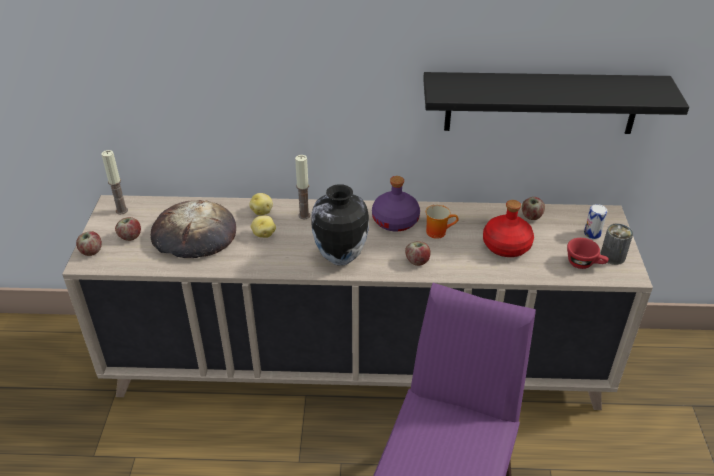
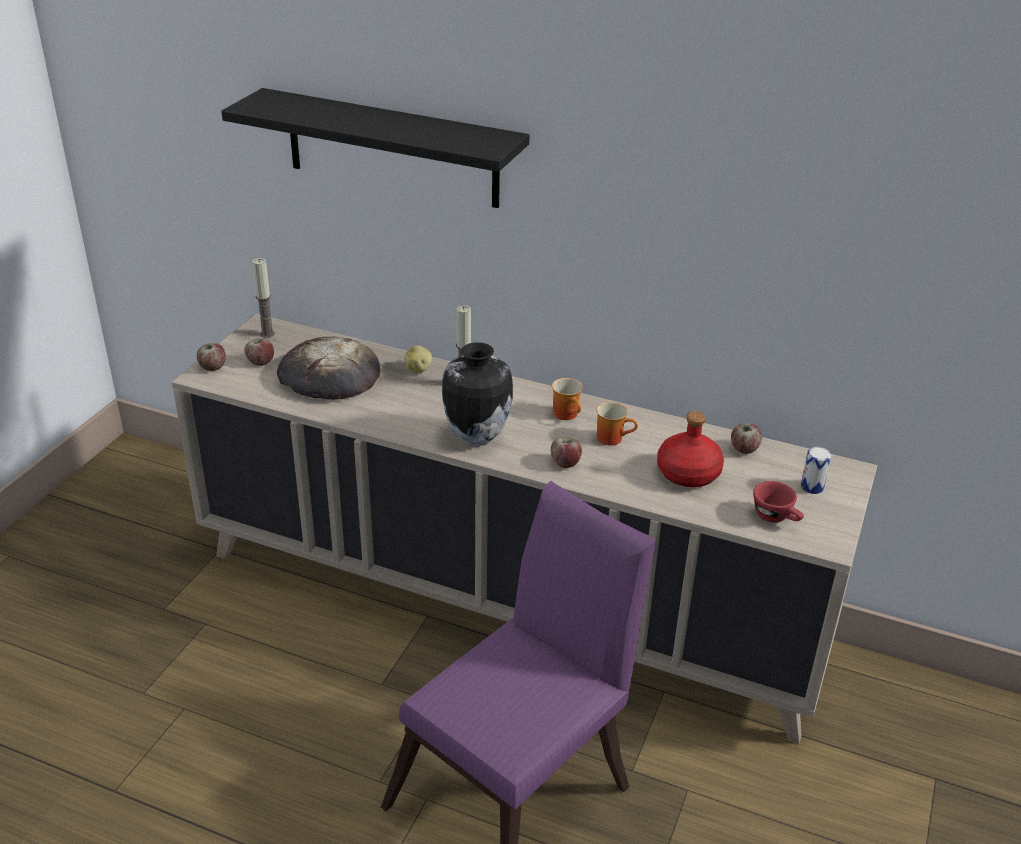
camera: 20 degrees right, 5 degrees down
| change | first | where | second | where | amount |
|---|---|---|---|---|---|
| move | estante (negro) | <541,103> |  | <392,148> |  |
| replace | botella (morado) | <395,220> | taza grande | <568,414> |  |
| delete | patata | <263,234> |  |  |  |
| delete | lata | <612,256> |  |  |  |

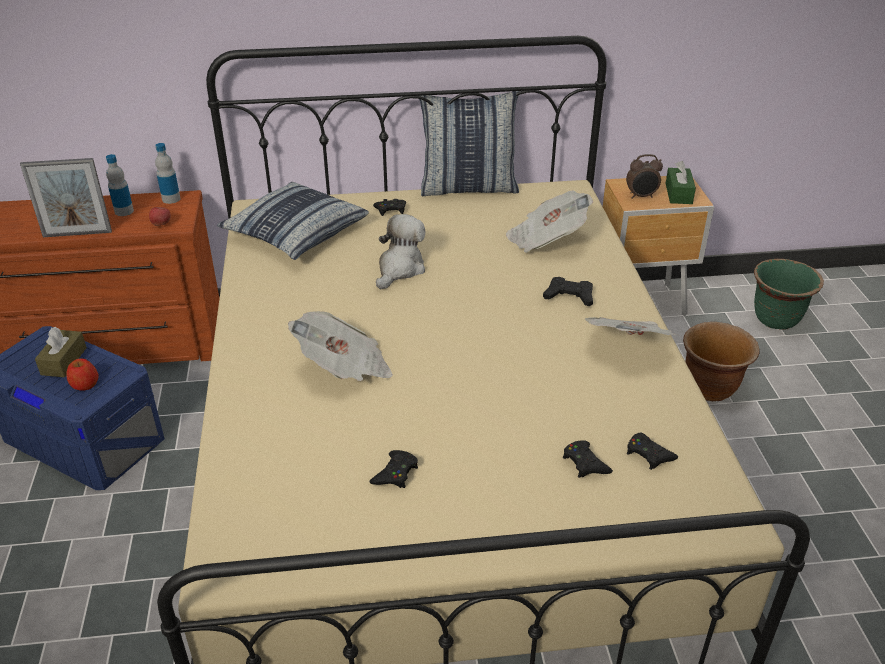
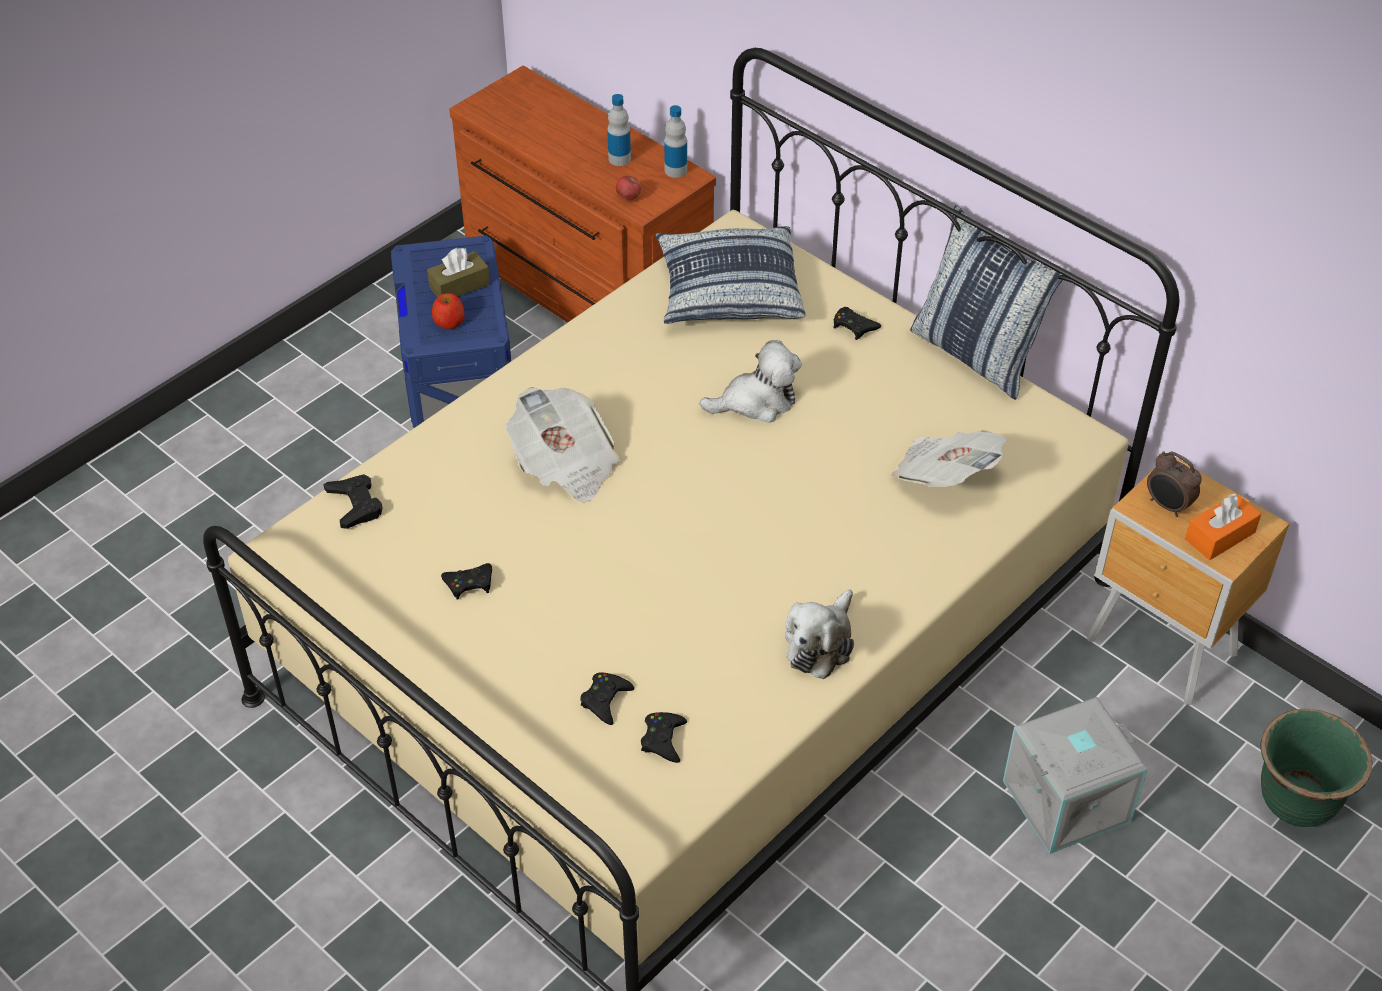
camera: 50 degrees right, 10 degrees up
| change | first | where | second | where | amount |
|---|---|---|---|---|---|
| delete | portarretratos | <77,234> |  |  |  |
| recolor | caja de pañuelos (verde) | <678,193> | caja de pañuelos (naranja) | <1220,536> |  |
| move | mando de consola (negro) | <569,296> |  | <355,505> |  |
| replace | periódico | <629,345> | peluche | <820,643> |  |
| replace | maceta (marrón) | <710,388> | caja de almacenaje (gris) | <1066,799> |  |

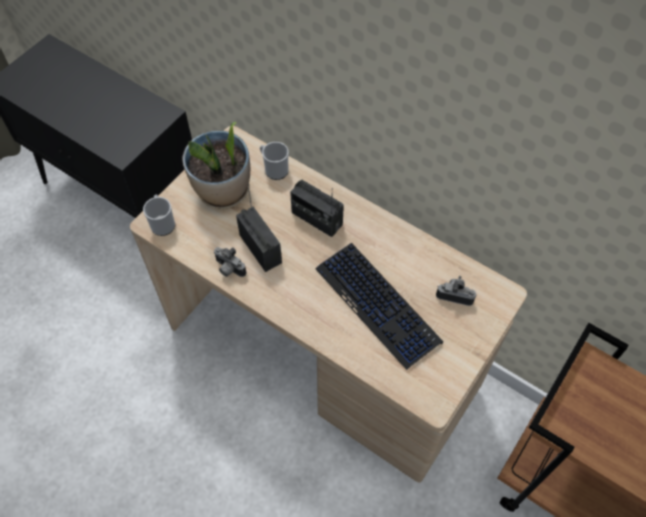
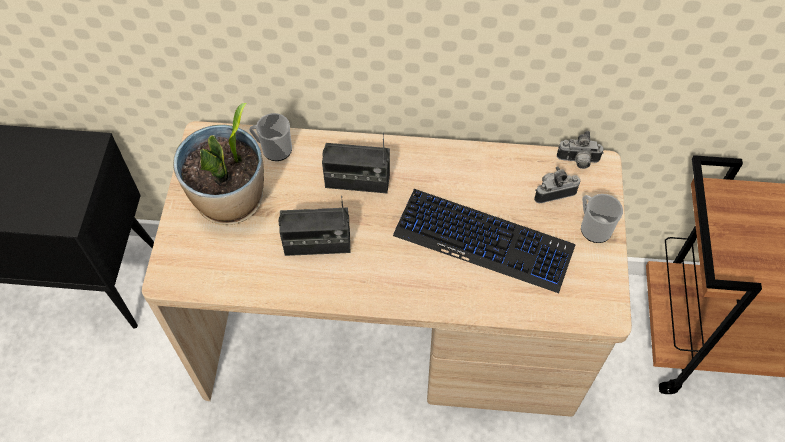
camera: 30 degrees left, 0 degrees up
| change | first | where | second | where | amount |
|---|---|---|---|---|---|
| rotate | radio | <260,248> |  | <317,244> | 150 degrees clockwise |
| move | taza grande | <162,223> |  | <593,227> |  |
| move | cámara | <228,269> |  | <578,162> |  |

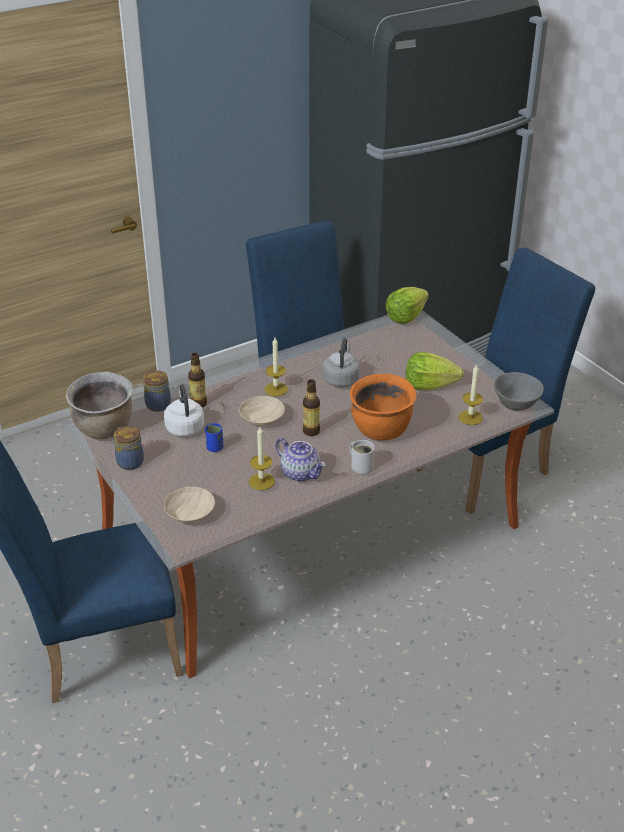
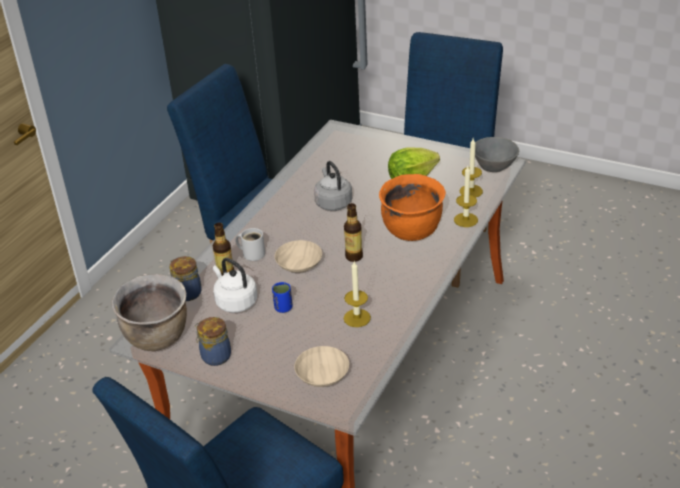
camera: 30 degrees left, 0 degrees up
| change | first | where | second | where | amount |
|---|---|---|---|---|---|
| delete | lechuga | <406,317> |  |  |  |
| move | vela | <276,389> |  | <465,220> |  |
| delete | tetera | <301,473> |  |  |  |
| move | taza grande (blanco) | <361,465> |  | <252,253> |  |

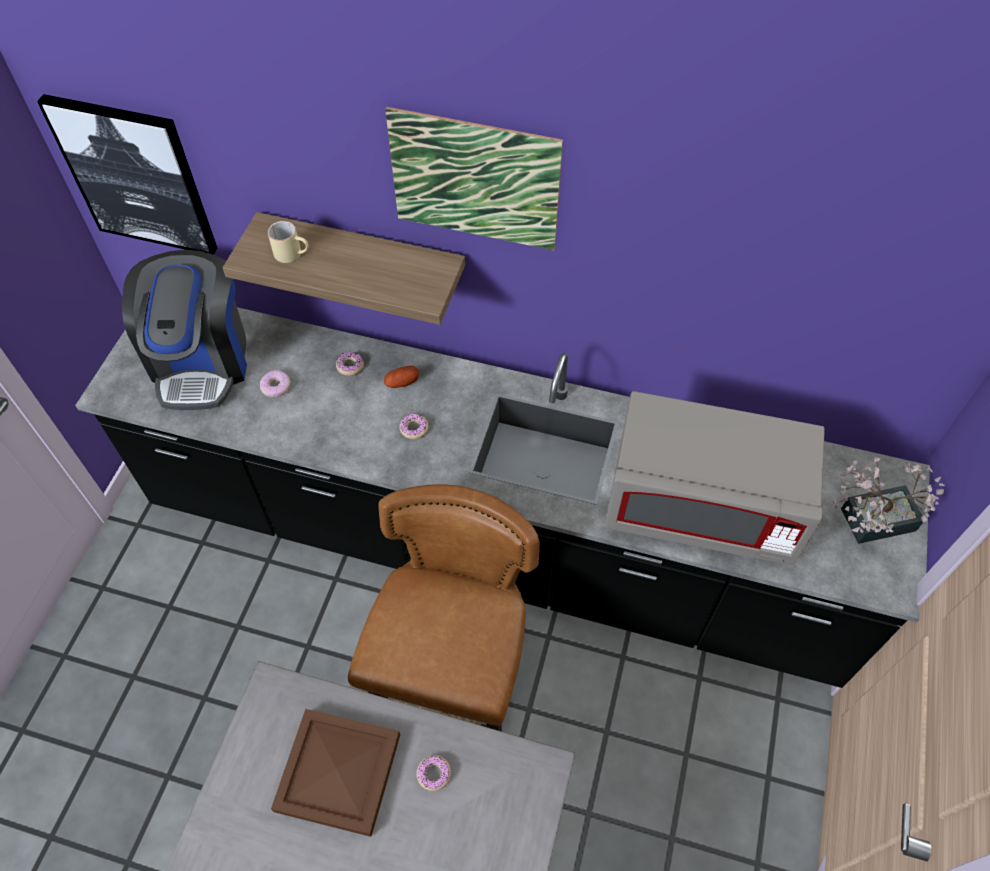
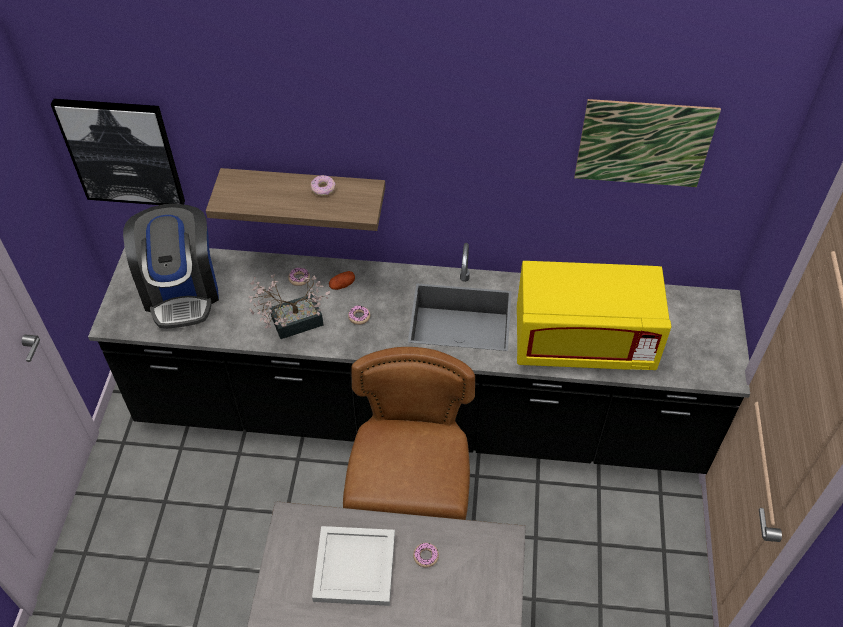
camera: 10 degrees left, 5 degrees down
| change | first | where | second | where | amount |
|---|---|---|---|---|---|
| move | cuadro | <475,180> |  | <644,143> |  |
| delete | taza grande (beis) | <293,253> |  |  |  |
| move | rosquilla | <276,387> |  | <323,189> |  |
| recolor | microondas (gris) | <701,508> | microondas (amarillo) | <584,342> |  |
| move | planta en maceta | <869,520> |  | <291,323> |  |
| recolor | bandeja (marrón) | <340,771> | bandeja (blanco) | <356,566> |  |

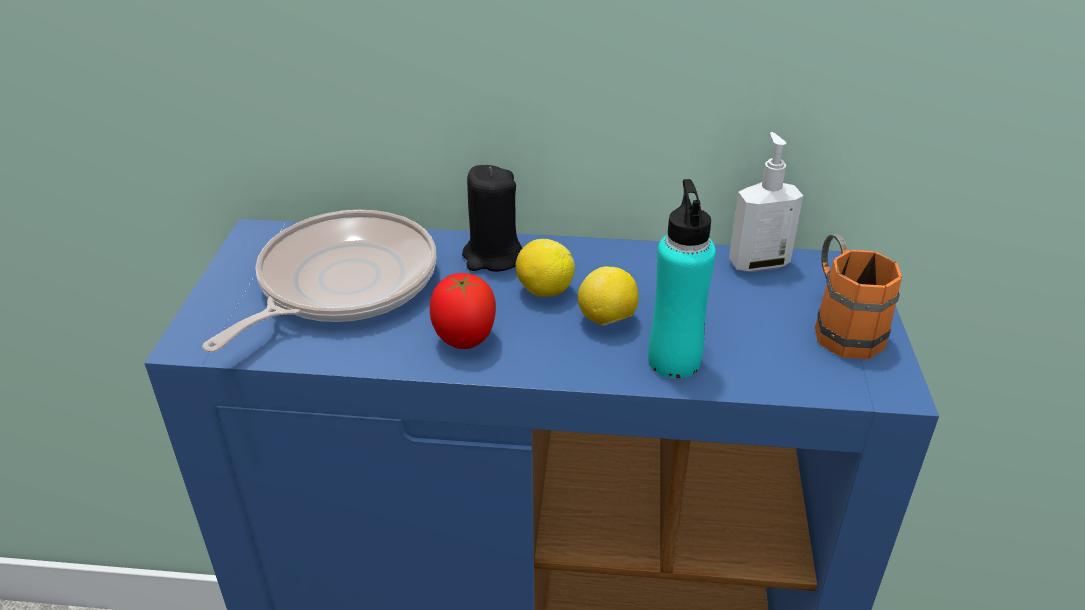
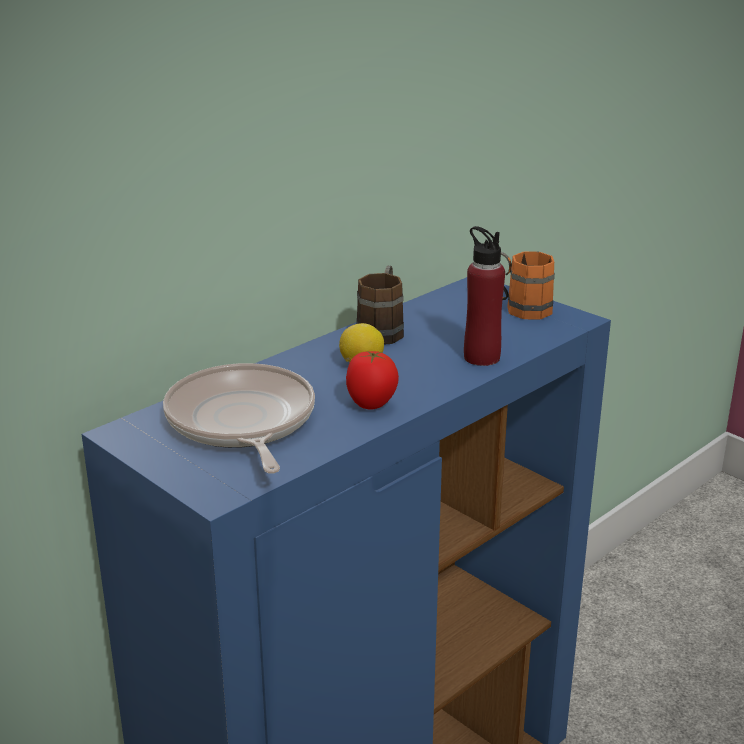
camera: 50 degrees left, 10 degrees down
| change | first | where | second | where | amount |
|---|---|---|---|---|---|
| delete | dispensador de jabón | <758,263> |  |  |  |
| delete | vela (negro) | <493,257> |  |  |  |
| recolor | botella (turquesa) | <674,361> | botella (rojo) | <481,357> |  |
| delete | limón | <607,320> |  |  |  |
| insert |  |  | taza grande (marrón) | <382,329> |  |

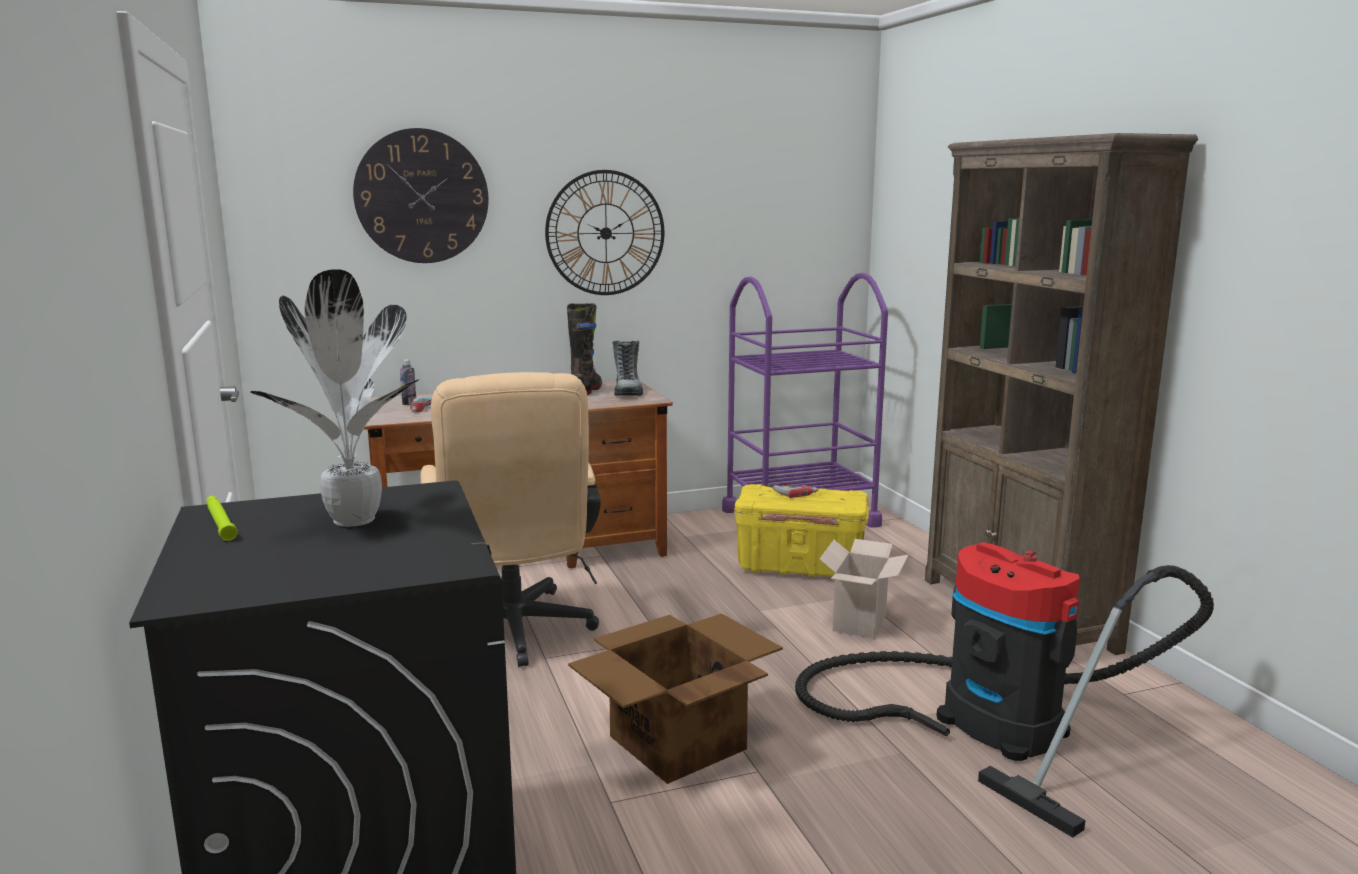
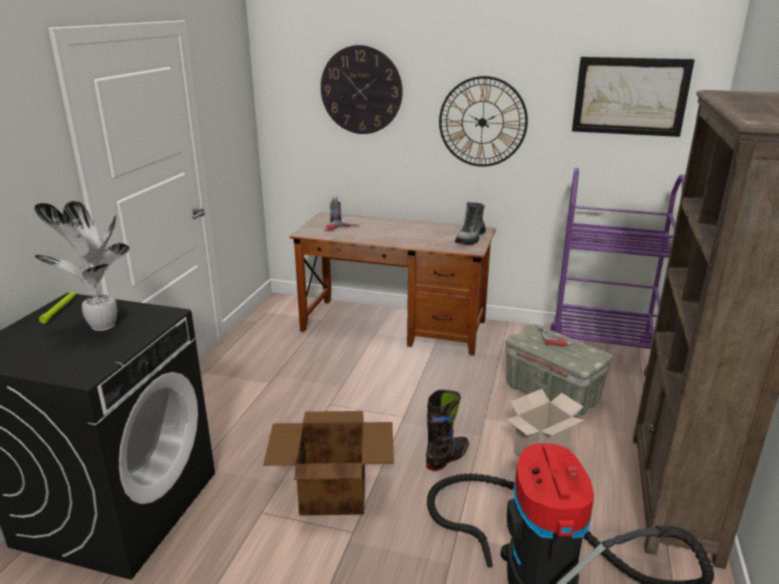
camera: 35 degrees right, 10 degrees up
| change | first | where | second | where | amount |
|---|---|---|---|---|---|
| move | bota (negro) | <587,390> |  | <447,458> |  |
| delete | silla de oficina (beis) | <514,635> |  |  |  |
| recolor | caja de almacenaje (amarillo) | <800,567> | caja de almacenaje (gris) | <552,394> |  |
| insert |  |  | cuadro | <630,96> |  |

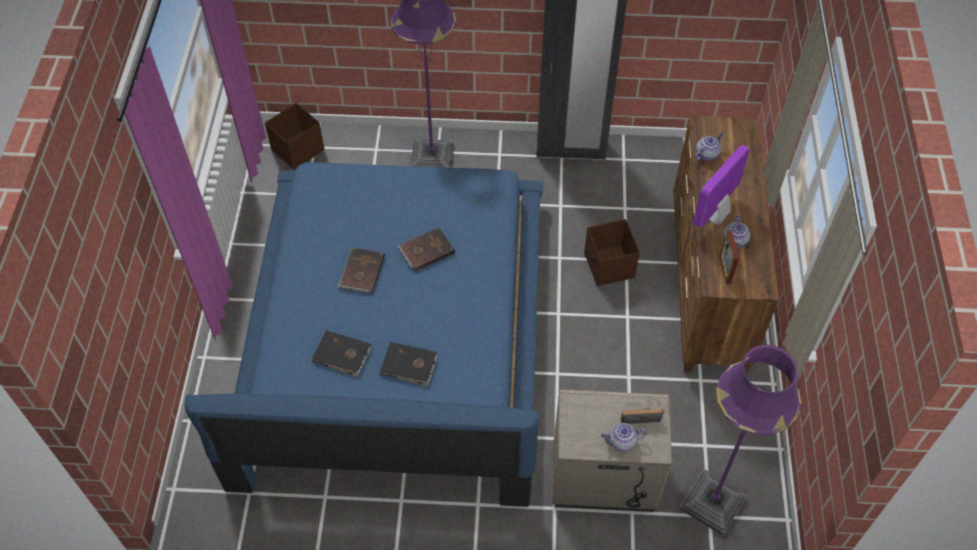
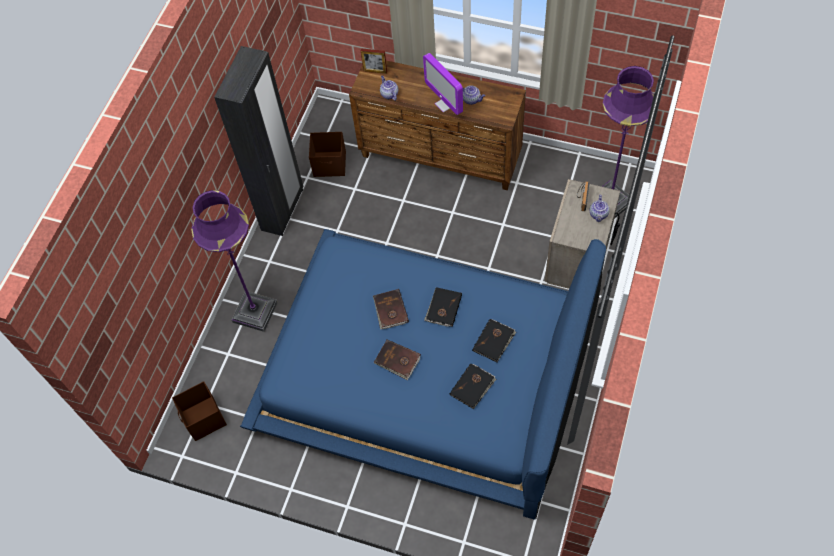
camera: 70 degrees left, 5 degrees up
| change | first | where | second | where | amount |
|---|---|---|---|---|---|
| move | caja de almacenaje (marrón) | <609,266> |  | <330,164> |  |
| move | portarretratos | <725,269> |  | <375,71> |  |
| insert |  |  | libro (negro) | <443,308> |  |

